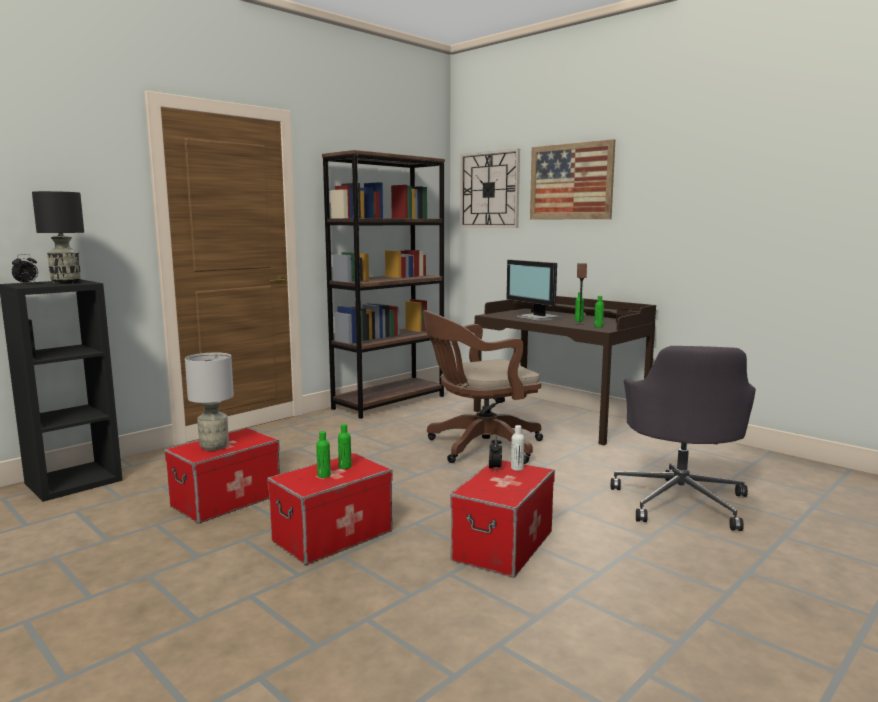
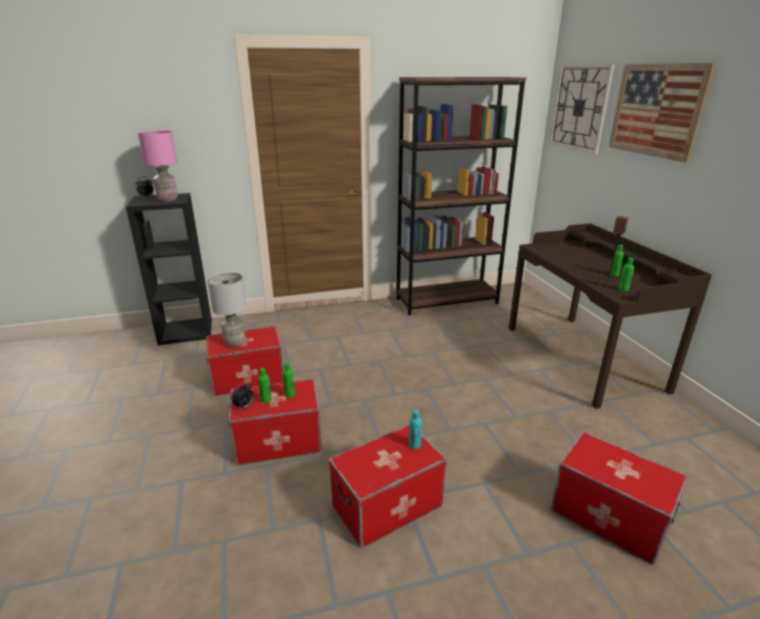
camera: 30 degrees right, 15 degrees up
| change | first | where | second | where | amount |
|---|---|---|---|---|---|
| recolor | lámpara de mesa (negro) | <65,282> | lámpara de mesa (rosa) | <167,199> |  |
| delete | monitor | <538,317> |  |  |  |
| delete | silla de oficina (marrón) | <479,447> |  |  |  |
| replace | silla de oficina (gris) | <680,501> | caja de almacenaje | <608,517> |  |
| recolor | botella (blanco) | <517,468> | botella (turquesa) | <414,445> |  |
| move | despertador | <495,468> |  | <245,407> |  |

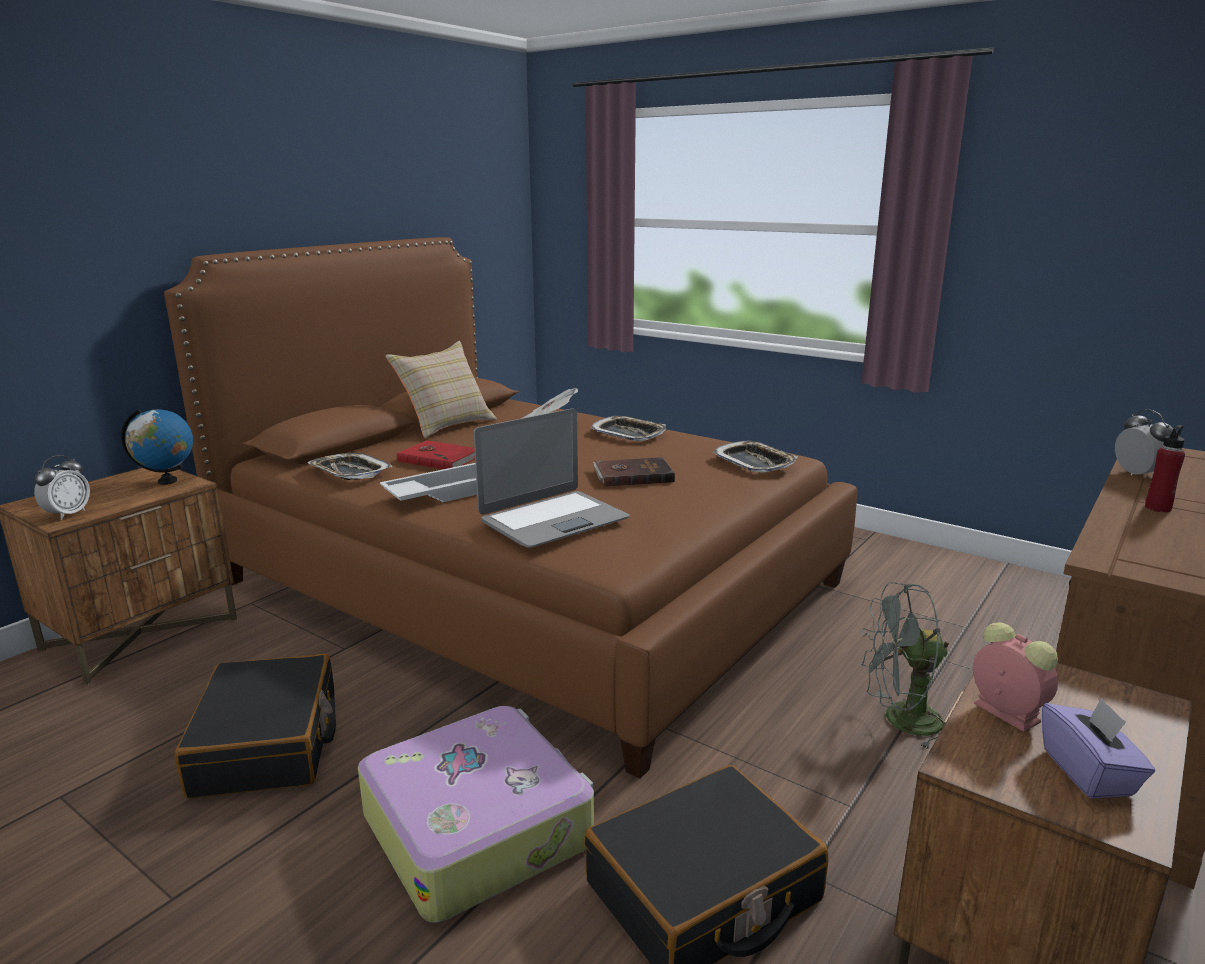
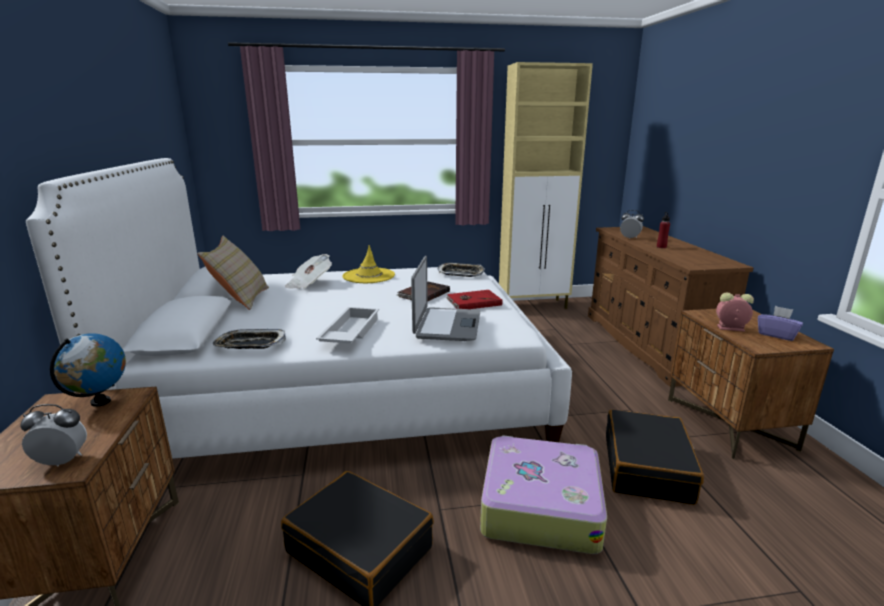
camera: 45 degrees left, 0 degrees up
| change | first | where | second | where | amount |
|---|---|---|---|---|---|
| recolor | cama (marrón) | <528,582> | cama (blanco) | <348,387> |  |
| replace | bandeja | <628,434> | sombrero (amarillo) | <368,276> |  |
| move | libro (rojo) | <439,458> |  | <473,302> |  |
| rotate | despertador | <68,514> |  | <62,461> | 75 degrees counterclockwise |
| delete | ventilador (gris) | <901,722> |  |  |  |
| insert |  |  | armario (beis) | <534,305> |  |

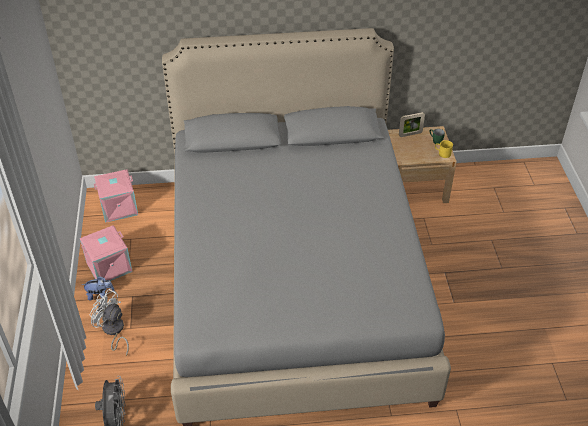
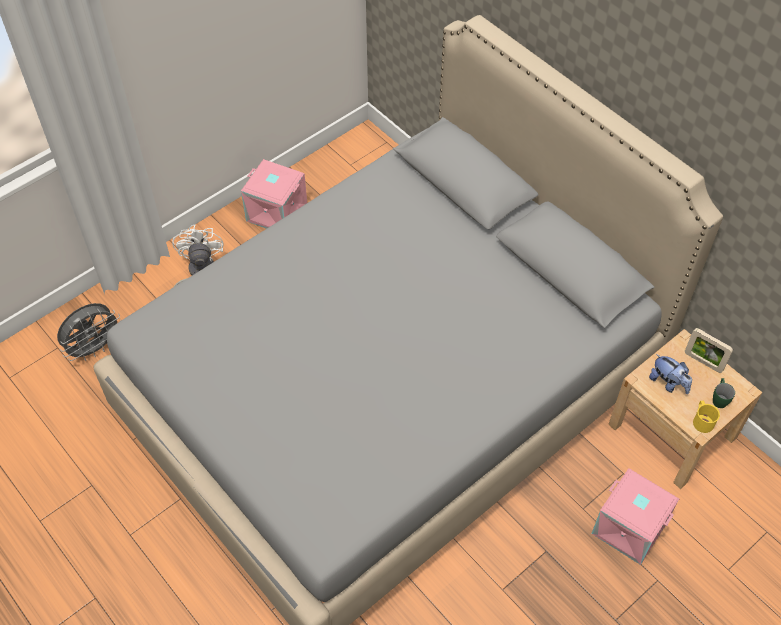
camera: 55 degrees right, 10 degrees up
| change | first | where | second | where | amount |
|---|---|---|---|---|---|
| move | caja de almacenaje (rosa) | <118,208> |  | <628,528> |  |
| move | peluche | <100,294> |  | <668,383> |  |

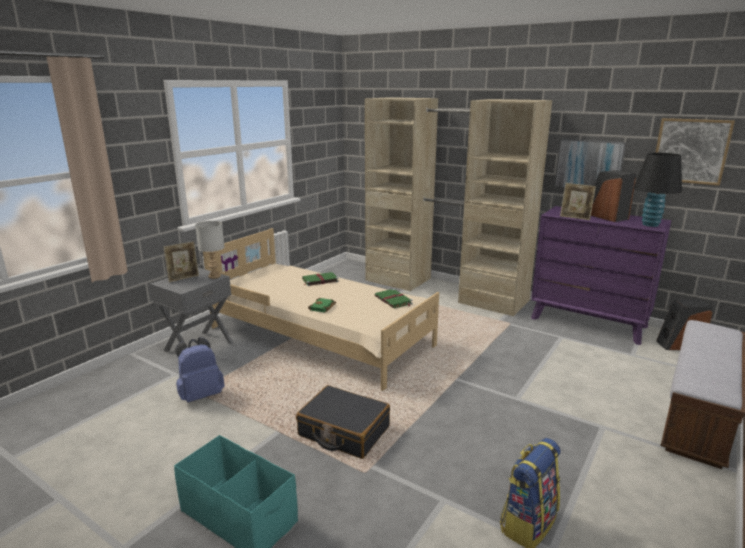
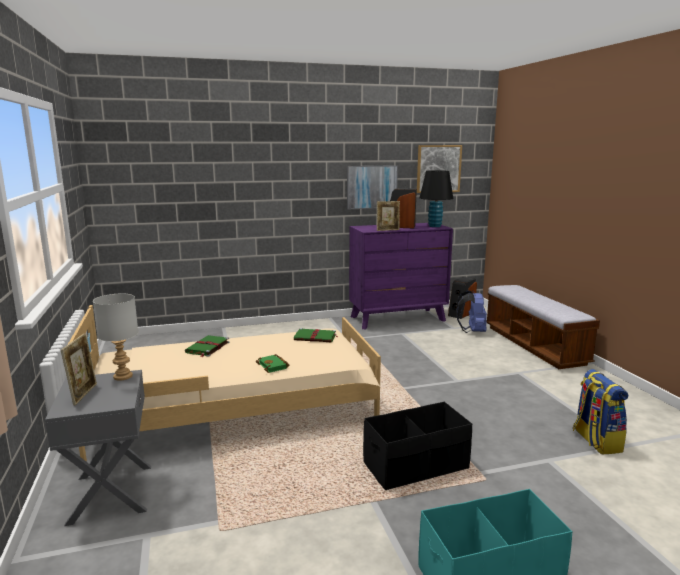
camera: 50 degrees left, 5 degrees down
| change | first | where | second | where | amount |
|---|---|---|---|---|---|
| delete | armario ropero (beis) | <444,290> |  |  |  |
| move | mochila (azul) | <201,395> |  | <472,331> |  |
| replace | maleta (negro) | <343,431> | caja de almacenaje (negro) | <416,466> |  |

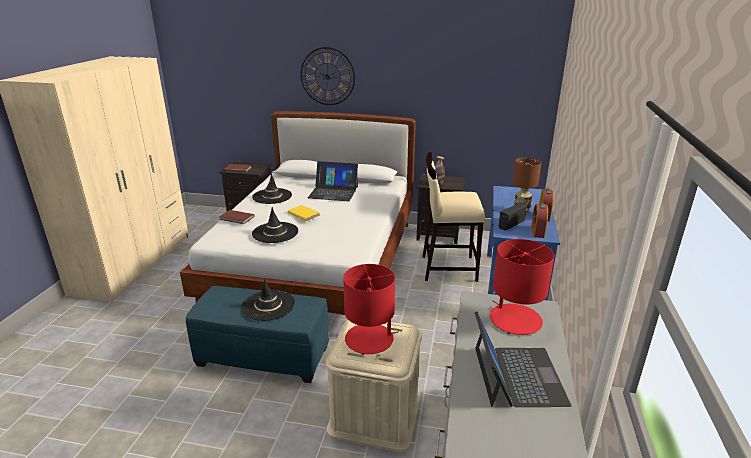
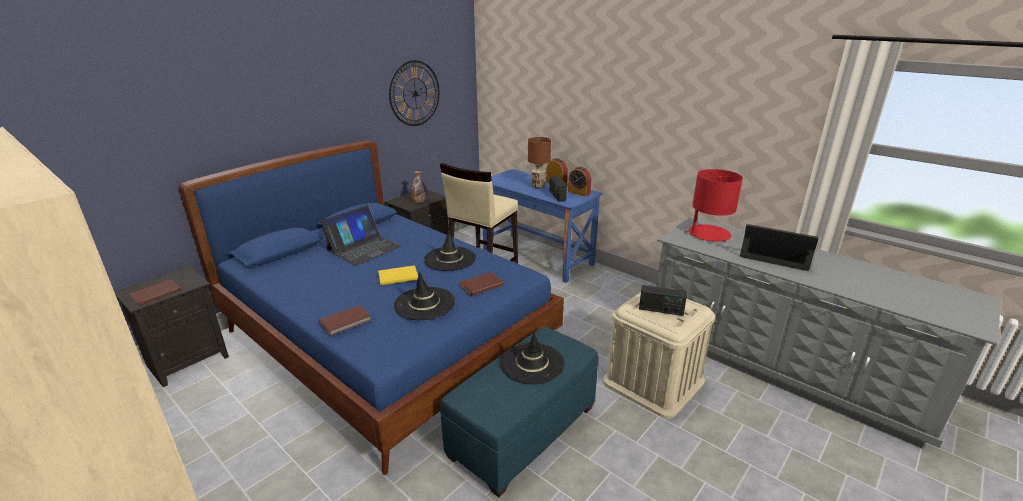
camera: 60 degrees left, 0 degrees up
| change | first | where | second | where | amount |
|---|---|---|---|---|---|
| move | reloj de pared | <327,76> |  | <415,93> |  |
| recolor | cama (blanco) | <319,265> | cama (azul) | <387,341> |  |
| move | sombrero (negro) | <272,196> |  | <449,259> |  |
| replace | lámpara de mesa (rojo) | <370,339> | radio | <661,310> |  |
| insert |  |  | libro (marrón) | <480,285> |  |

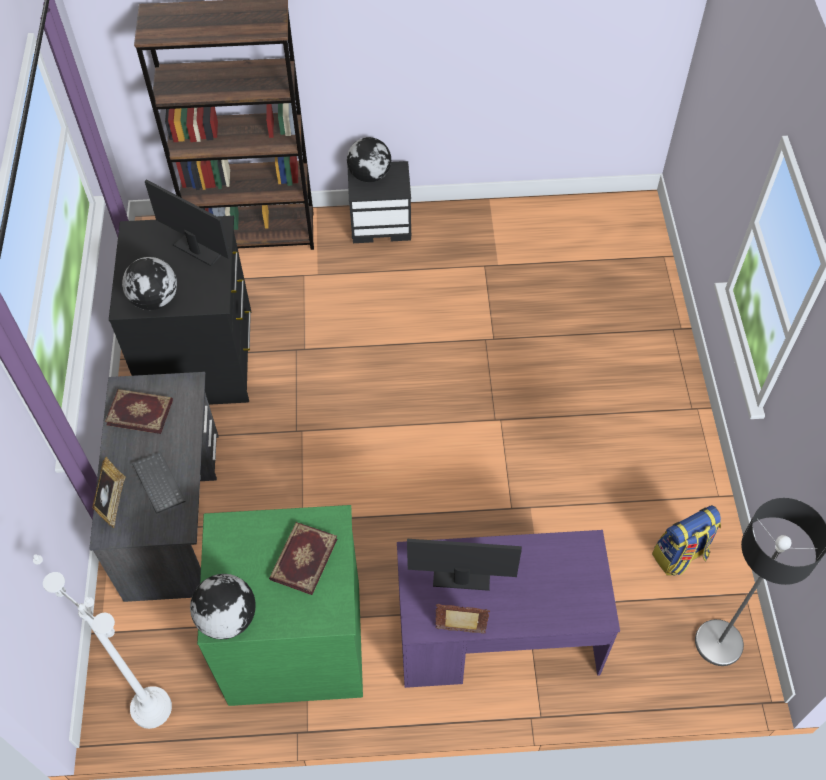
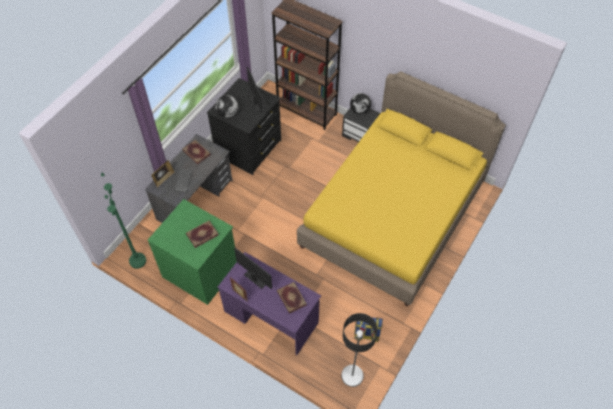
camera: 35 degrees right, 0 degrees up
| change | first | where | second | where | amount |
|---|---|---|---|---|---|
| recolor | lámpara de pie (blanco) | <151,708> | lámpara de pie (verde) | <137,261> |  |
| delete | globo terráqueo | <227,618> |  |  |  |
| insert |  |  | cama (amarillo) | <393,214> |  |
| insert |  |  | libro | <291,298> |  |

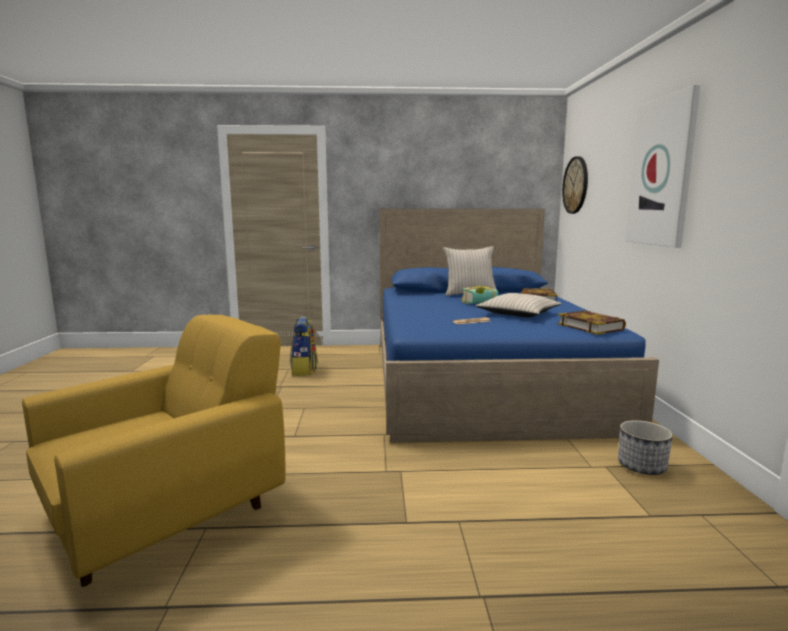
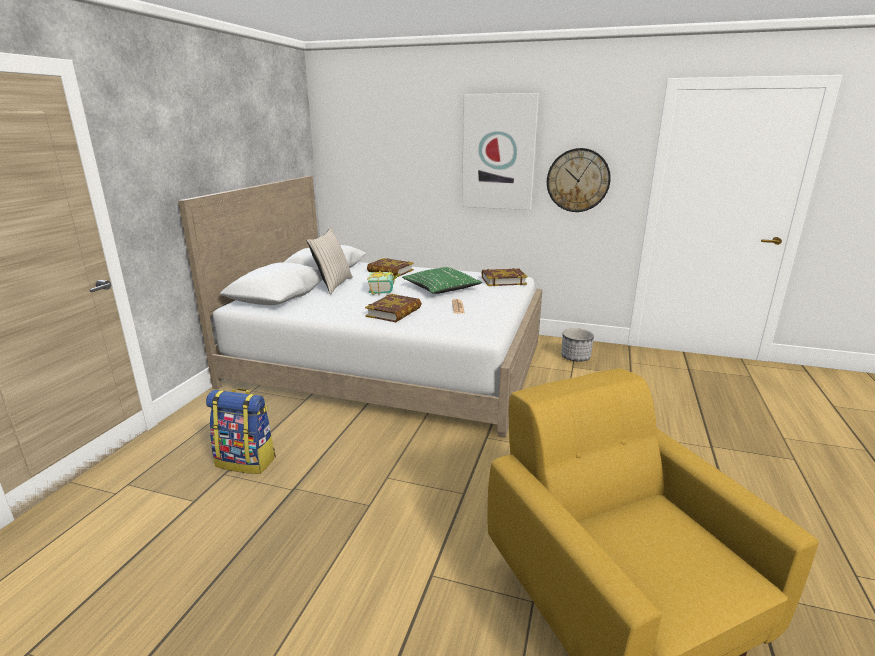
camera: 70 degrees left, 10 degrees up
| change | first | where | second | where | amount |
|---|---|---|---|---|---|
| move | reloj de pared | <575,185> |  | <578,180> |  |
| recolor | cama (azul) | <481,379> | cama (blanco) | <390,362> |  |
| recolor | cojín (beis) | <518,314> | cojín (verde) | <442,288> |  |
| insert |  |  | libro | <394,312> |  |

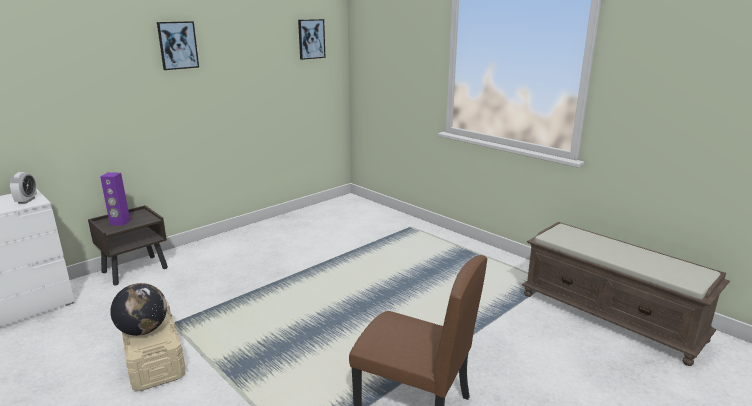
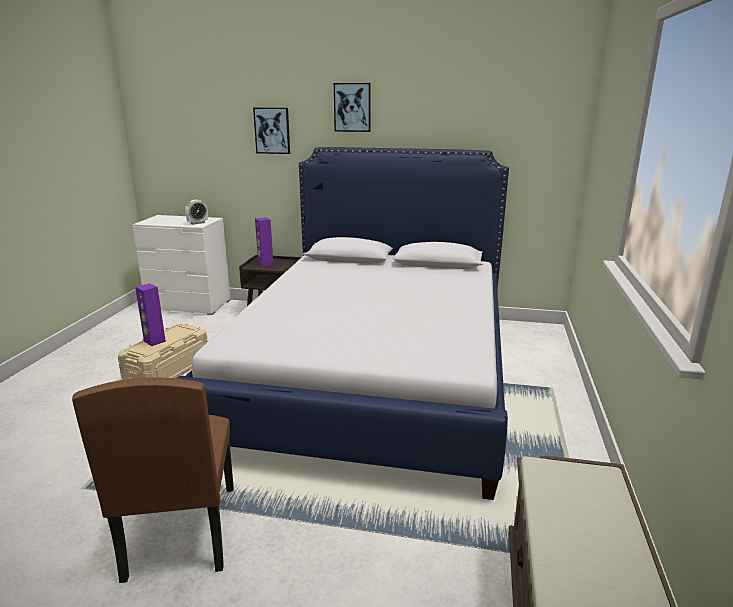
camera: 55 degrees right, 0 degrees up
| change | first | where | second | where | amount |
|---|---|---|---|---|---|
| move | cuadro | <311,39> |  | <272,130> |  |
| replace | globo terráqueo | <143,330> | altavoz (morado) | <154,341> |  |
| insert |  |  | cama | <373,373> |  |

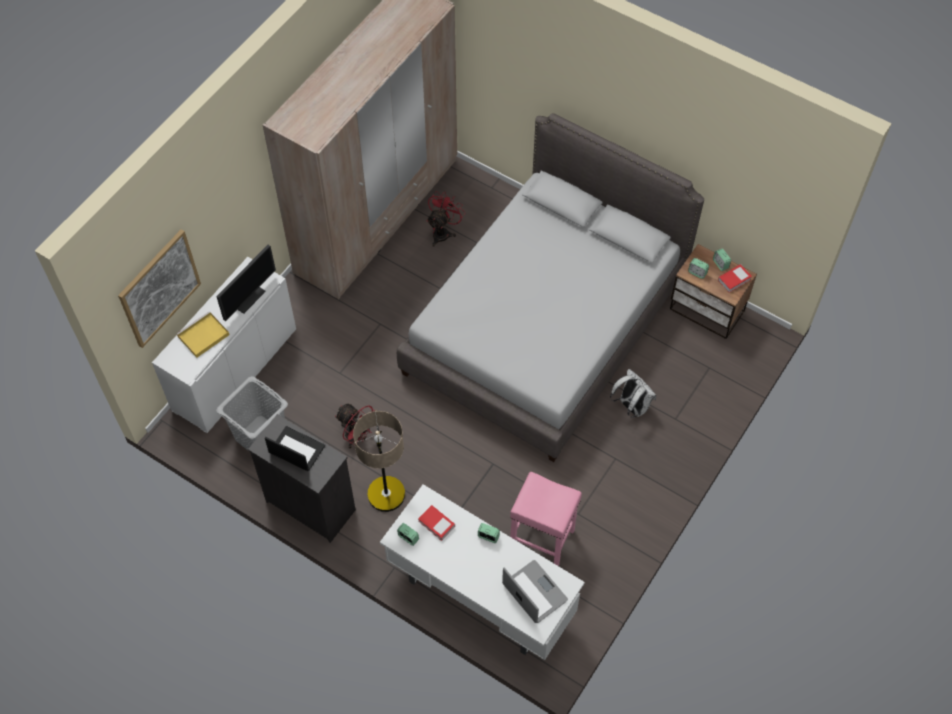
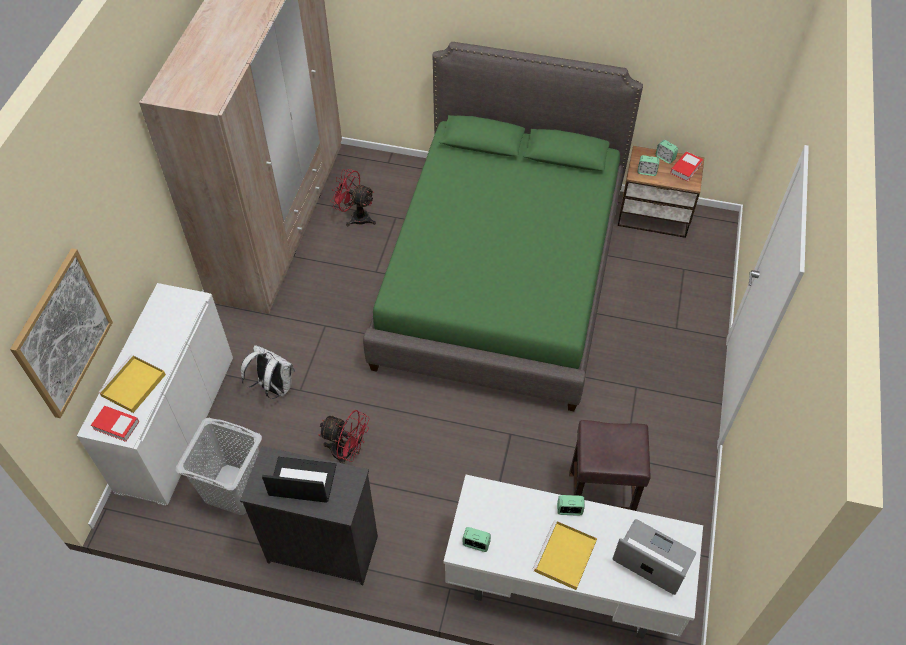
camera: 20 degrees left, 5 degrees down
| change | first | where | second | where | amount |
|---|---|---|---|---|---|
| recolor | cama (gris) | <545,326> | cama (verde) | <501,277> |  |
| rotate | ventilador (rojo) | <443,232> |  | <356,217> | 75 degrees counterclockwise |
| delete | monitor | <247,297> |  |  |  |
| move | mochila (blanco) | <631,406> |  | <273,387> |  |
| delete | lámpara de pie | <387,508> |  |  |  |
| recolor | taburete (rosa) | <543,538> | taburete (marrón) | <601,497> |  |
| move | libro | <436,524> |  | <116,425> |  |
| insert |  |  | bandeja (amarillo) | <565,557> |  |

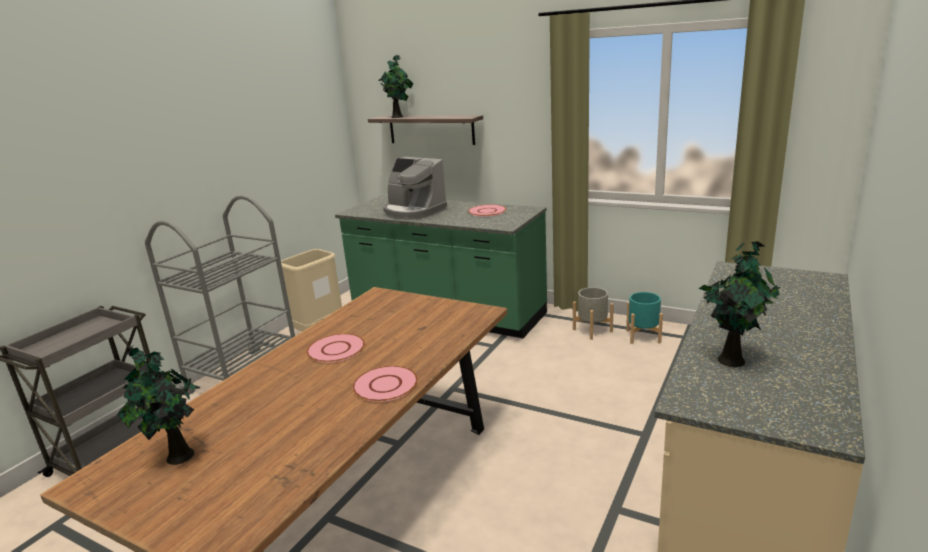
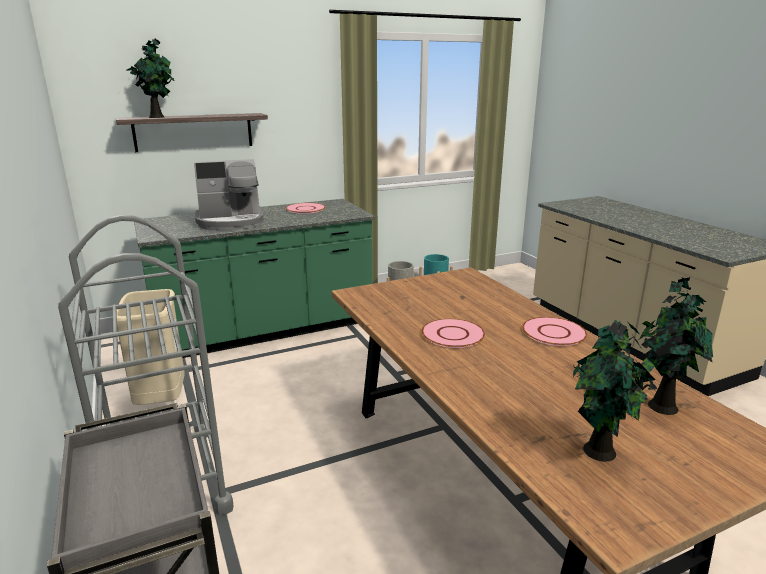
camera: 55 degrees left, 0 degrees up
| change | first | where | second | where | amount |
|---|---|---|---|---|---|
| move | planta en maceta | <732,359> |  | <661,405> |  |

